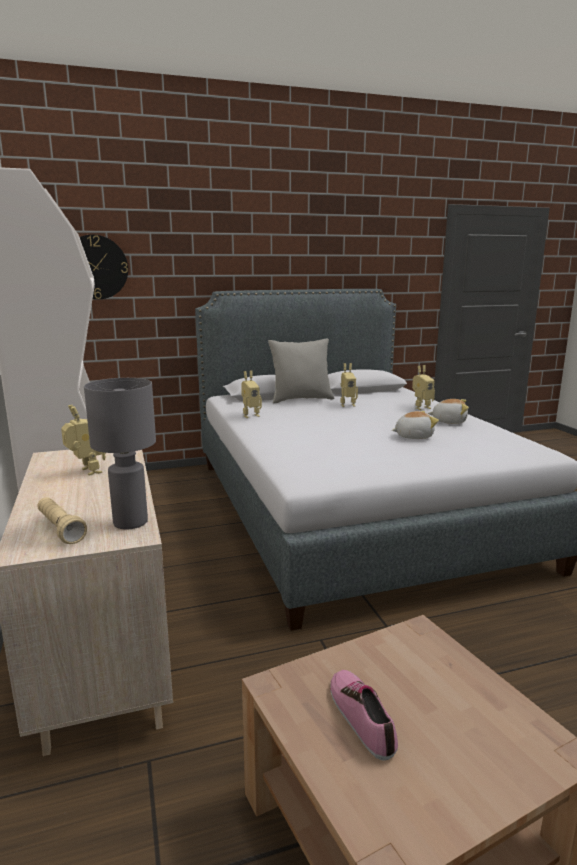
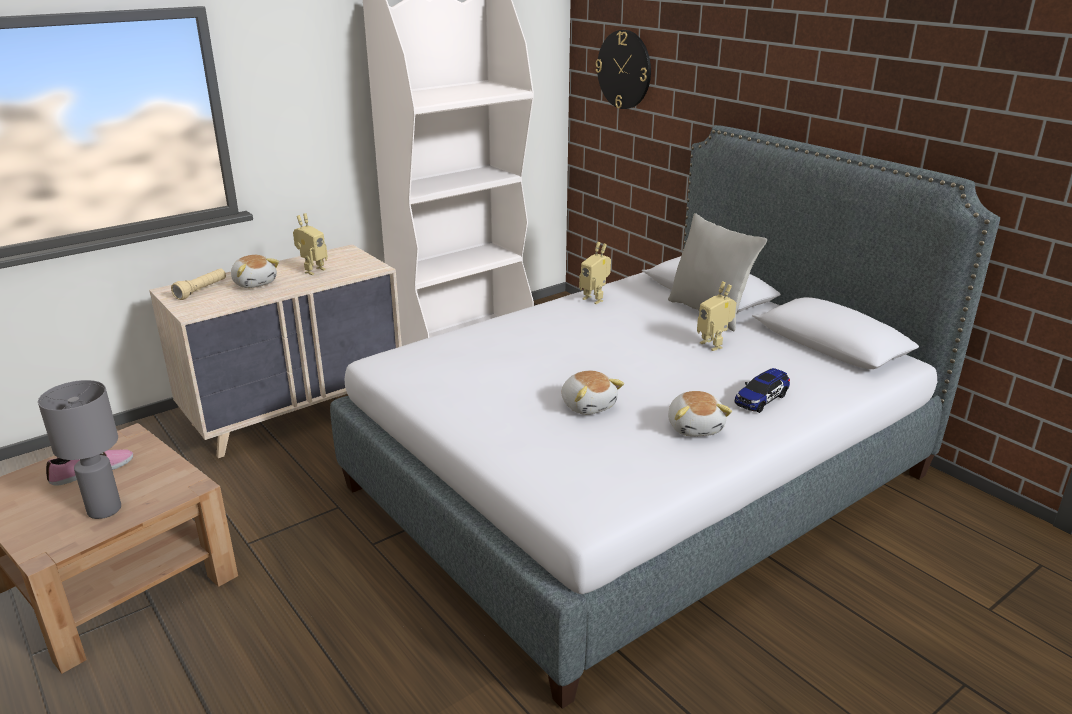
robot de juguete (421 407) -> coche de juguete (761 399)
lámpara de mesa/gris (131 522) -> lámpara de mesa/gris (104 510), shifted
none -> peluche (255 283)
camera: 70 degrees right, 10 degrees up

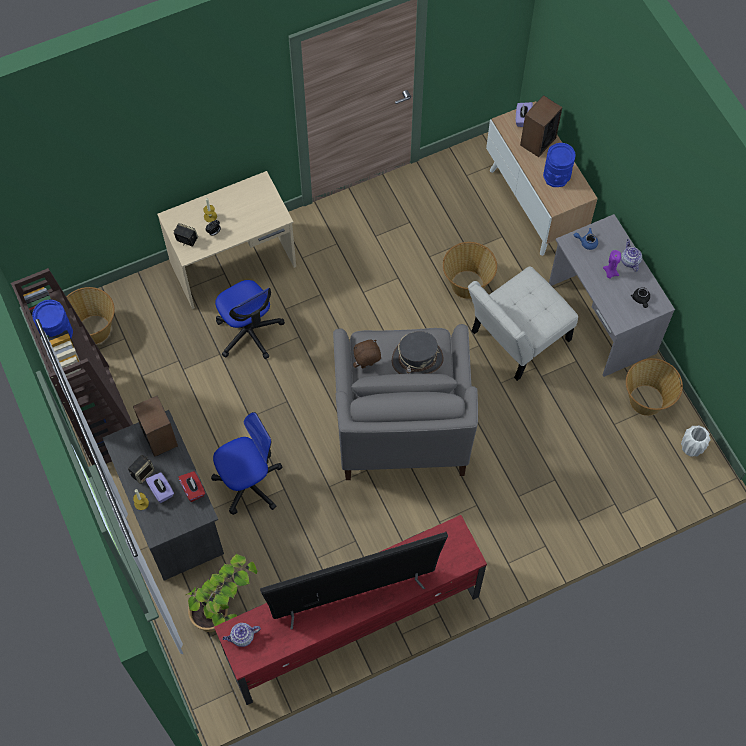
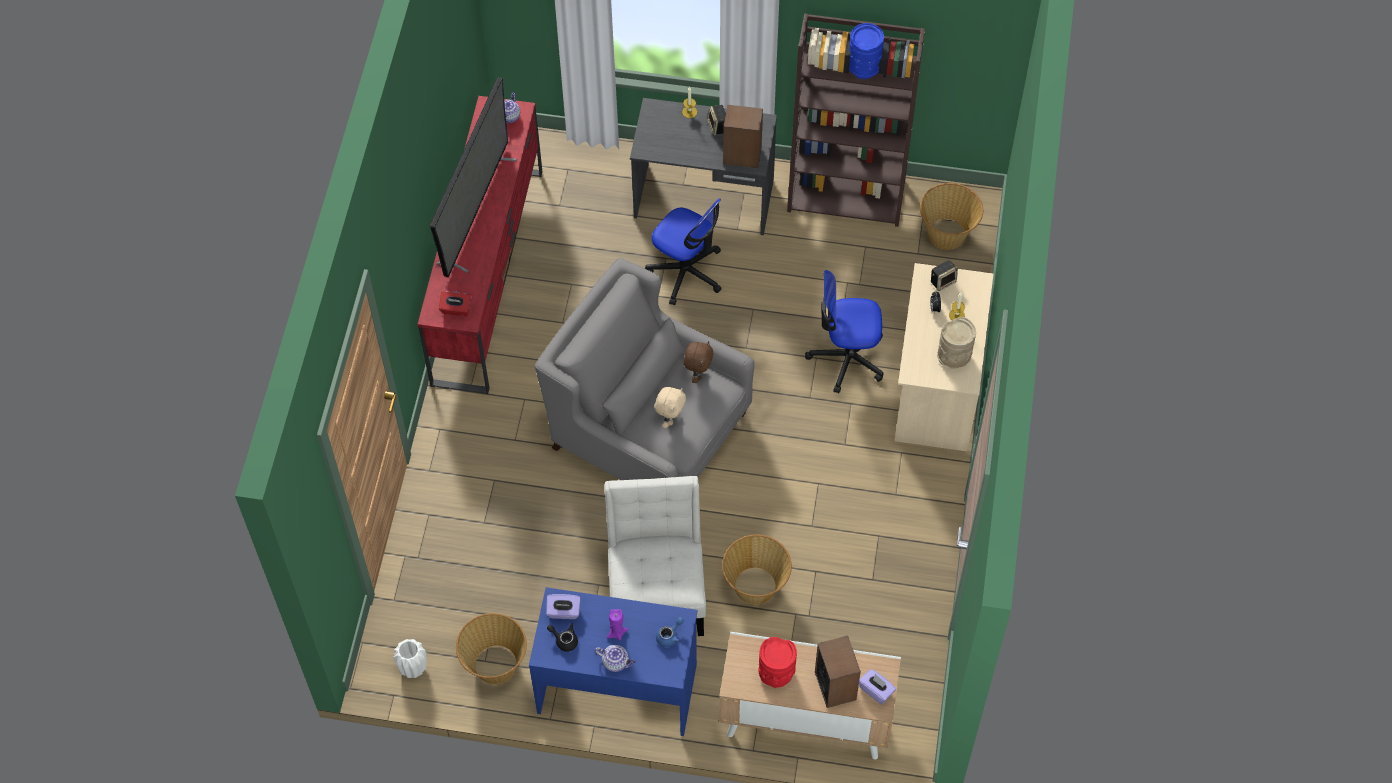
florero/azul (557 176) -> florero/rojo (776 673)
escritorio/gris (600 319) -> escritorio/azul (617 687)
sombrero/gris (417 359) -> peluche/beis (670 419)
silla de oficina (248 483) -> silla de oficina (686 272), 60 degrees counterclockwise
caja de pañuelos/rojo (193 489) -> caja de pañuelos/rojo (456 309), shifted
caja de pañuelos/morado (161 491) -> caja de pañuelos/morado (563 612), shifted
planta en maceta (224 609) -> none
none -> florero/beis (954 357)
camera: 125 degrees right, 5 degrees down

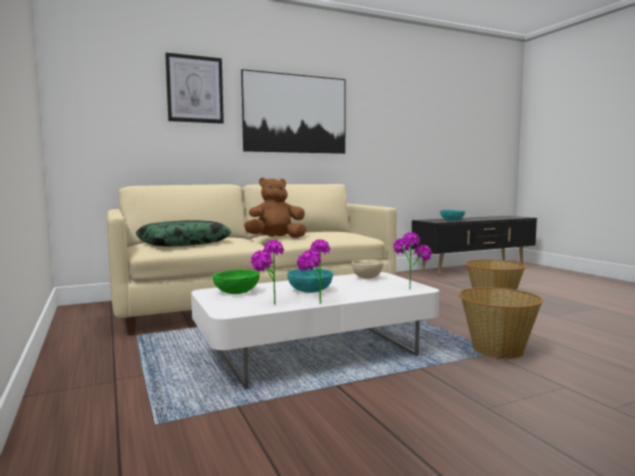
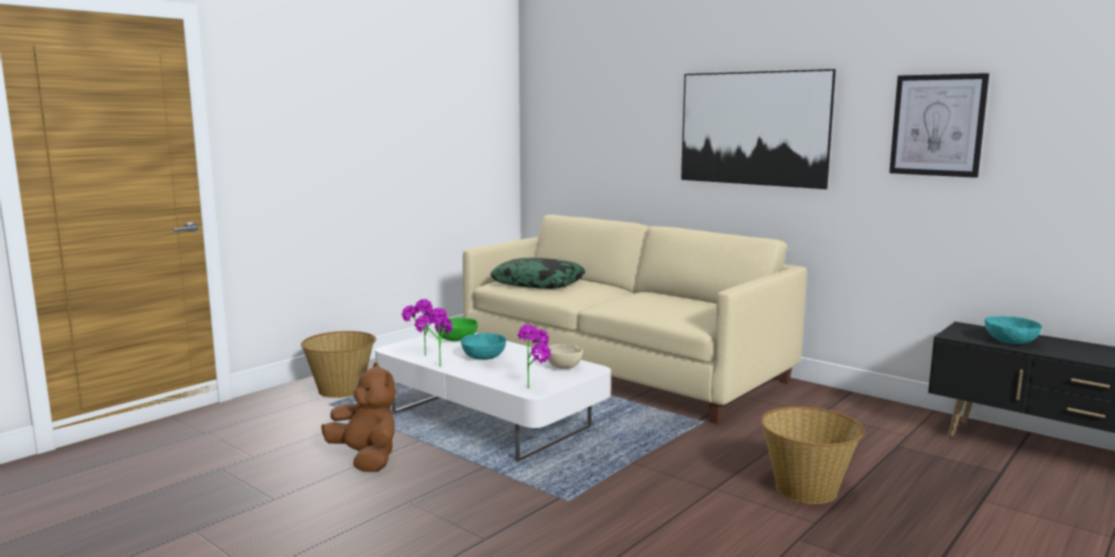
cuadro (195 89) -> cuadro (937 125), shifted
peluche/marrón (276 238) -> peluche/marrón (366 459), shifted
cesta (497 350) -> cesta (342 390), shifted
camera: 65 degrees right, 5 degrees up

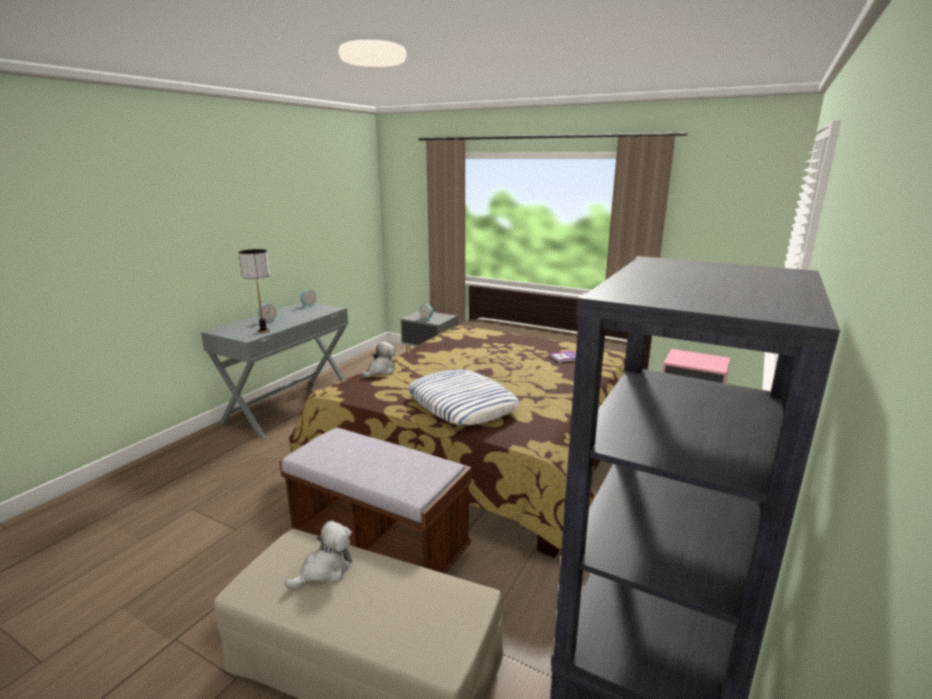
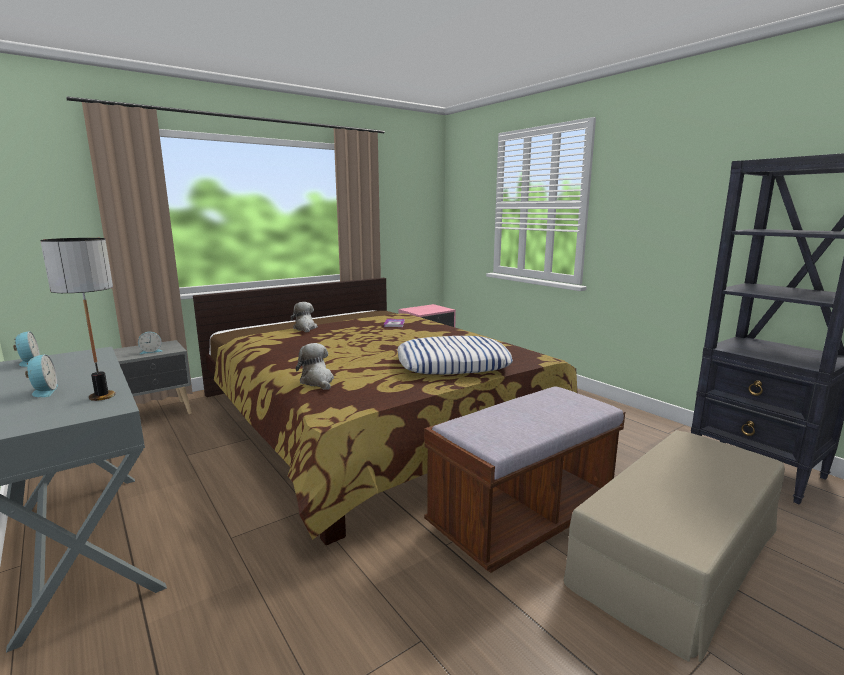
peluche (325 570) -> peluche (305 328), shifted
camera: 65 degrees left, 5 degrees down

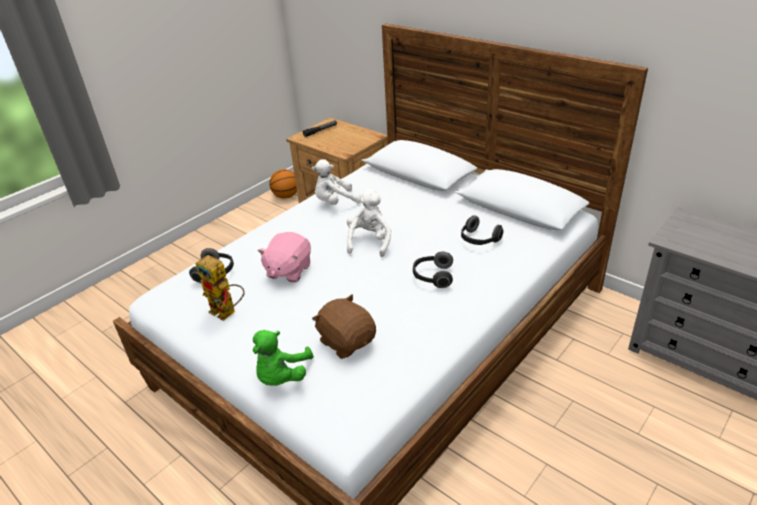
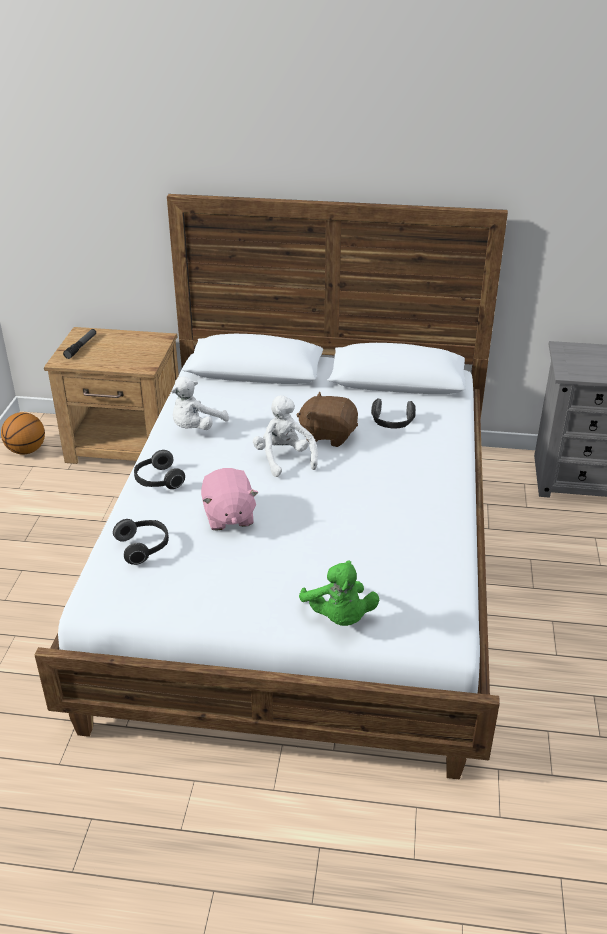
auriculares (432 277) -> auriculares (158 481), shifted
robot de juguete (228 312) -> none
peluche/marrón (347 341) -> peluche/marrón (328 435), shifted
camera: 35 degrees left, 0 degrees up

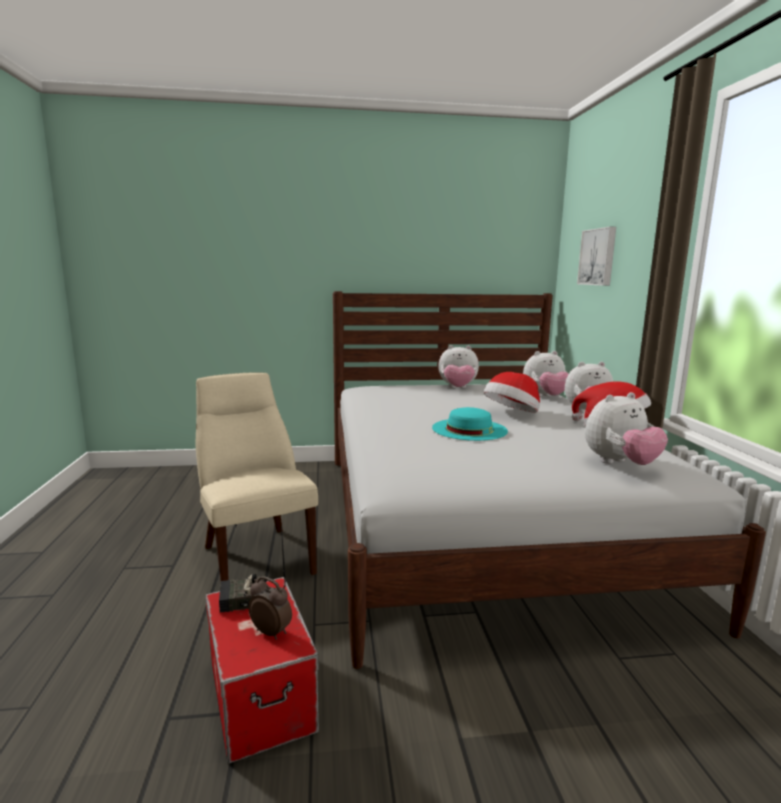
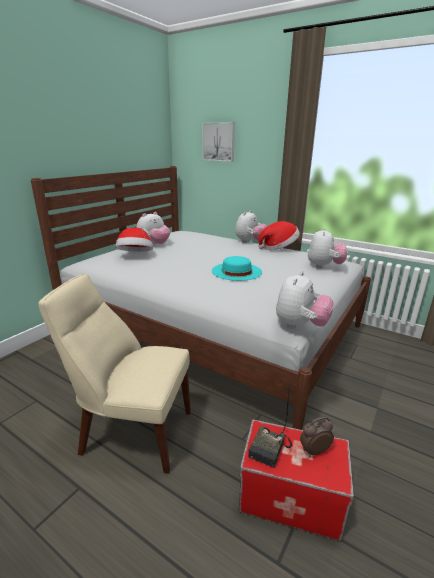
peluche (545 397) -> peluche (300 326), shifted
sombrero (512 414) -> sombrero (136 255), shifted
camera: 50 degrees left, 10 degrees up

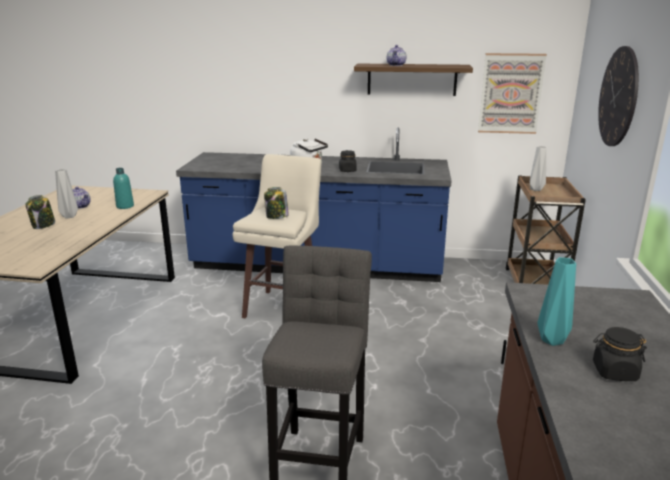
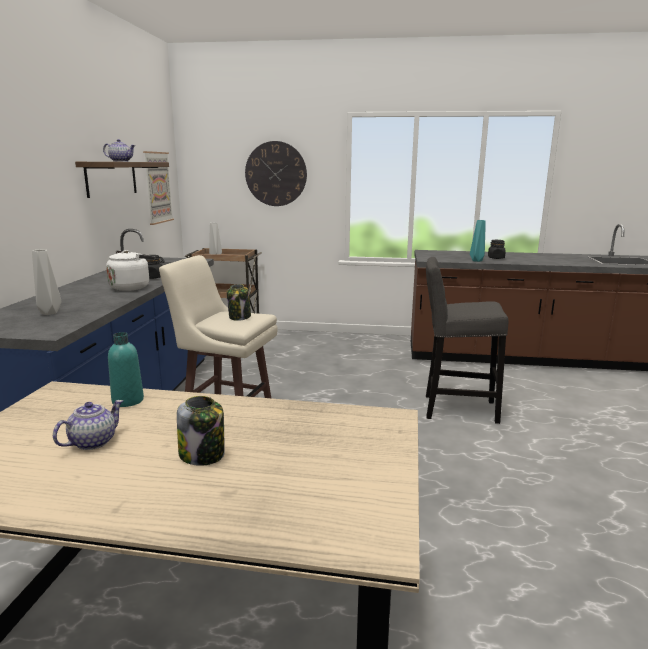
florero/gris (68 216) -> florero/gris (50 313), shifted
camera: 90 degrees left, 5 degrees down

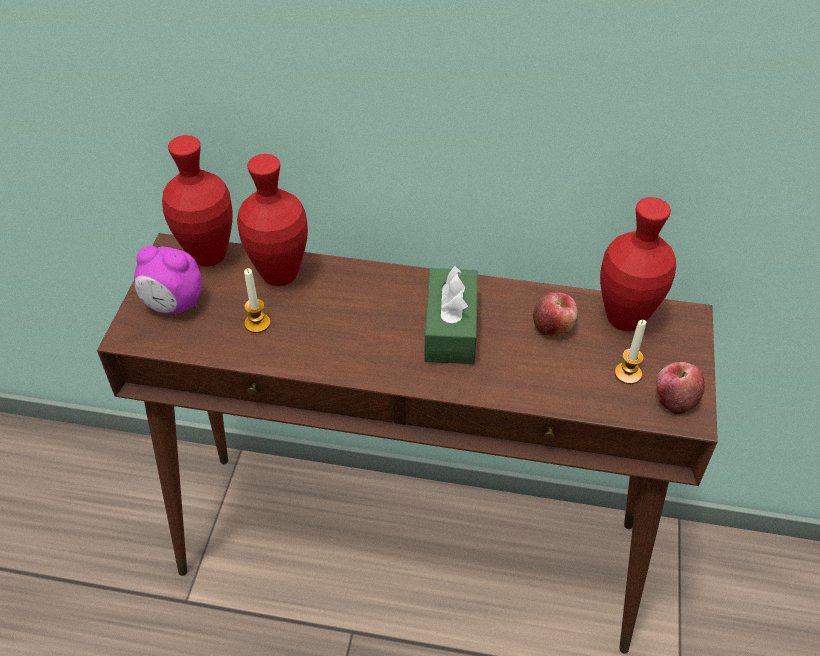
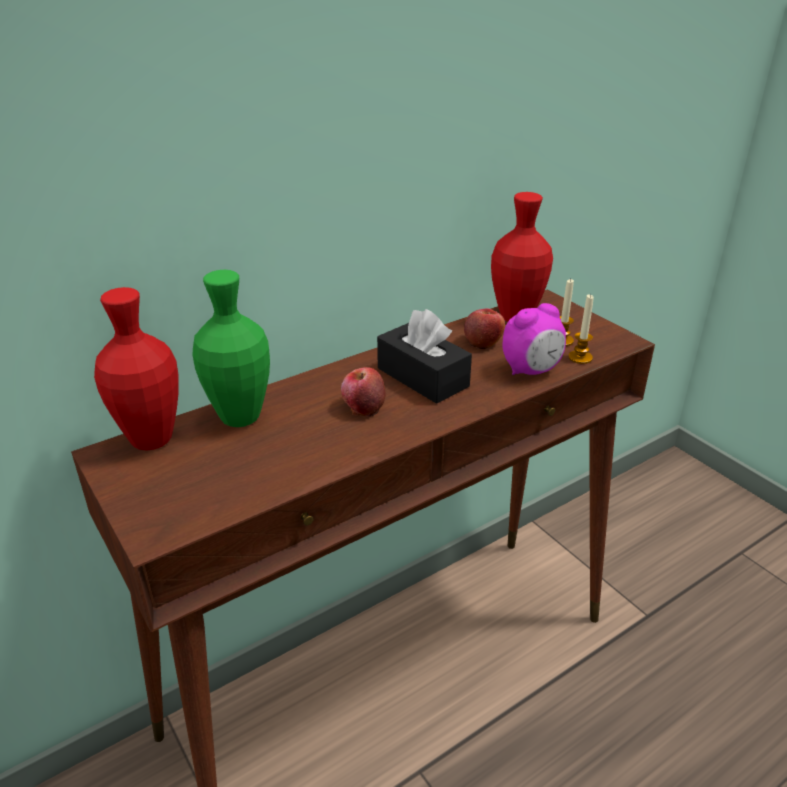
florero/rojo (280 275) -> florero/verde (240 417)
despertador (173 305) -> despertador (531 370), shifted
caja de pañuelos/verde (450 328) -> caja de pañuelos/negro (422 377)
vela (257 323) -> vela (580 357), shifted
manzana (675 399) -> manzana (363 407), shifted
camera: 45 degrees left, 15 degrees down

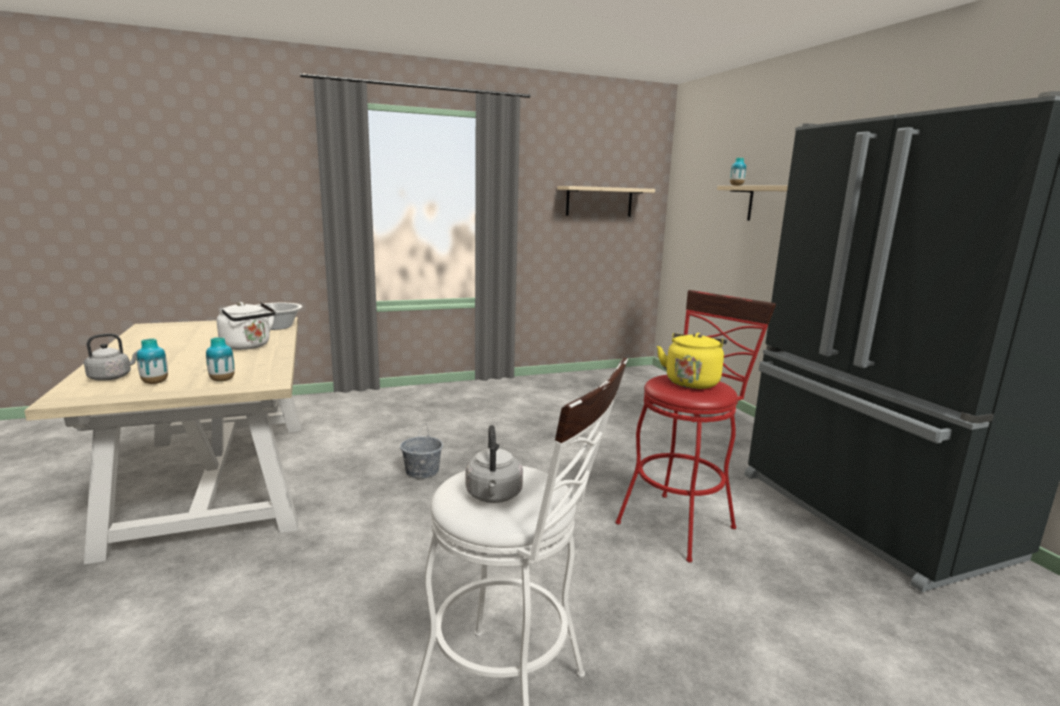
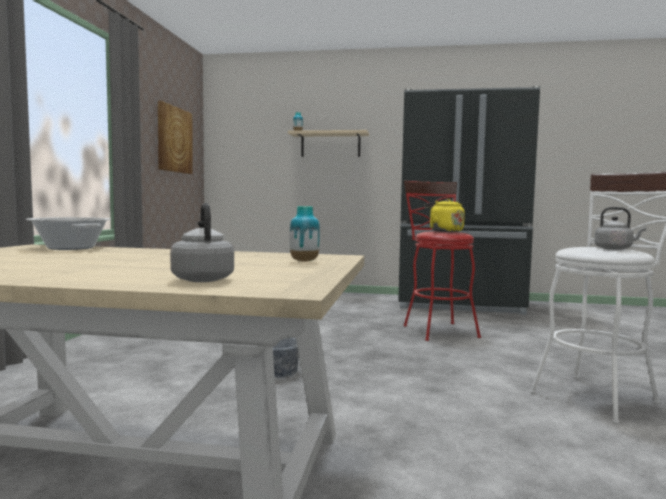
estante/beis (599 201) -> cuadro (174 139)
hervidor/blanco (248 346) -> none
florero (155 383) -> none
camera: 60 degrees left, 10 degrees down

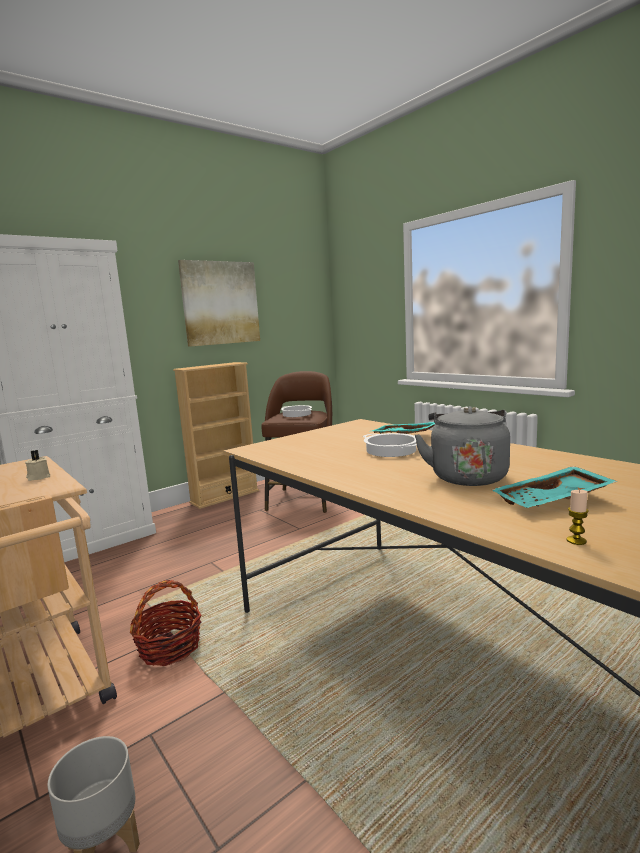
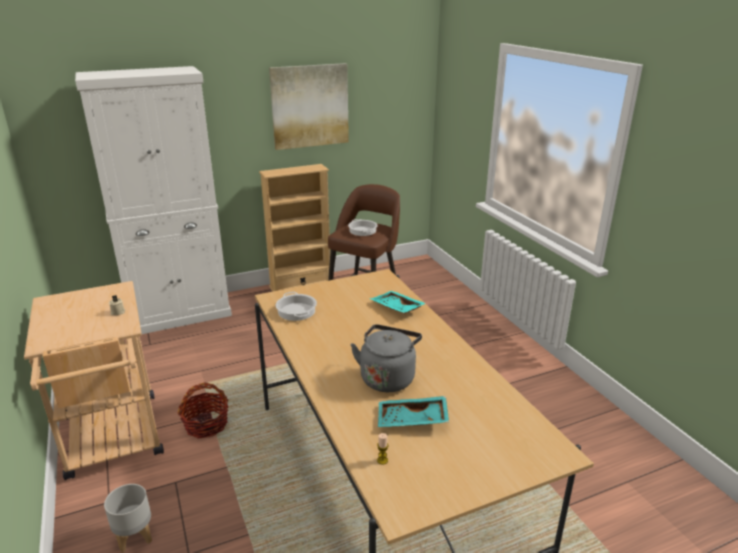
olla (391 450) -> olla (297 311), shifted
camera: 15 degrees right, 15 degrees up

